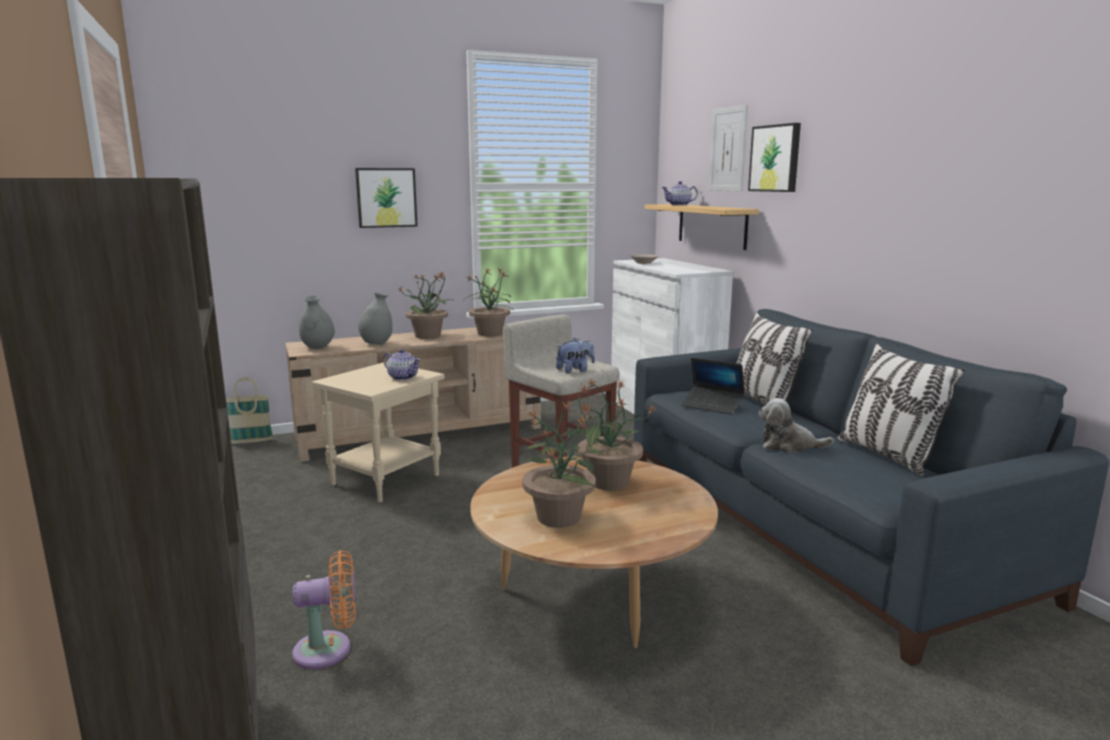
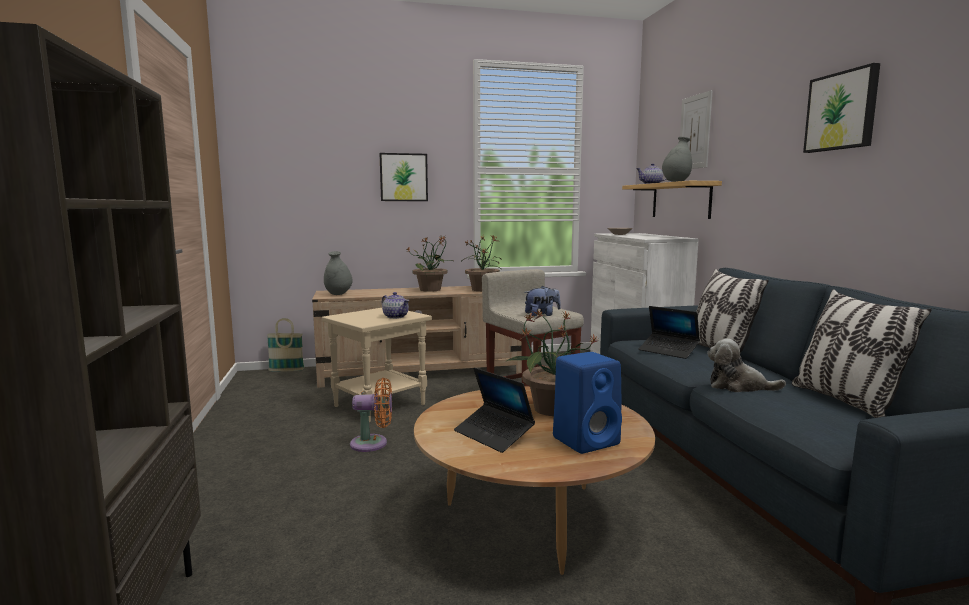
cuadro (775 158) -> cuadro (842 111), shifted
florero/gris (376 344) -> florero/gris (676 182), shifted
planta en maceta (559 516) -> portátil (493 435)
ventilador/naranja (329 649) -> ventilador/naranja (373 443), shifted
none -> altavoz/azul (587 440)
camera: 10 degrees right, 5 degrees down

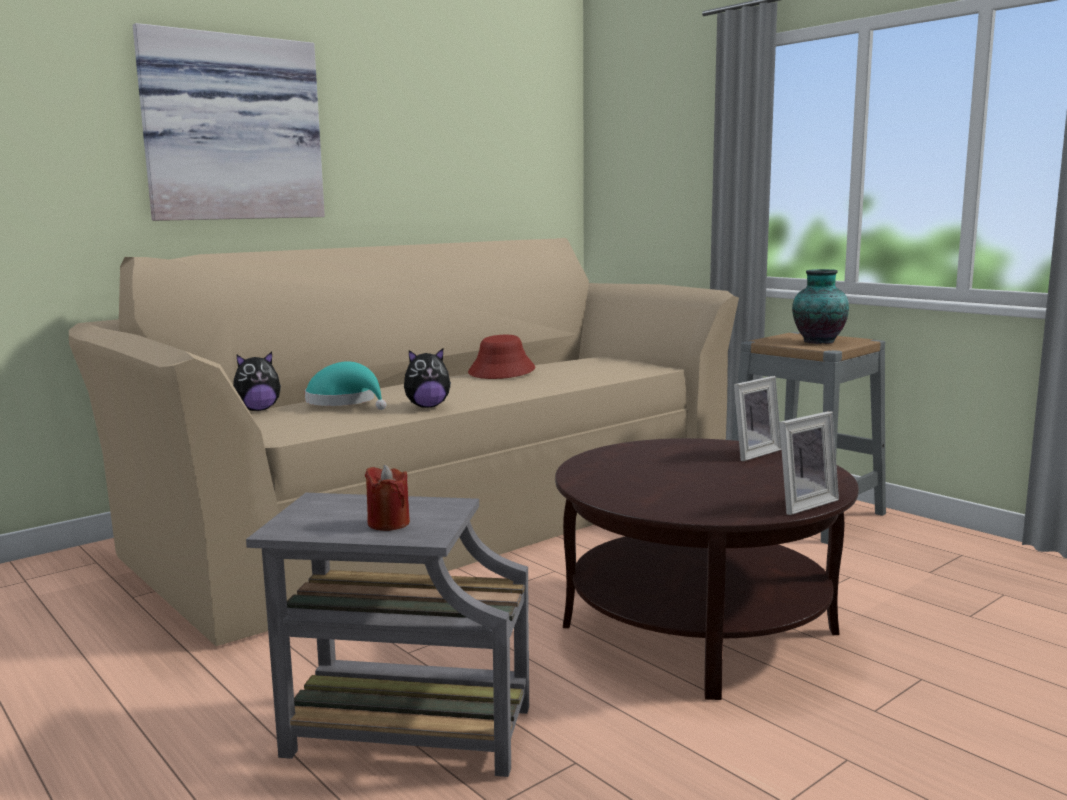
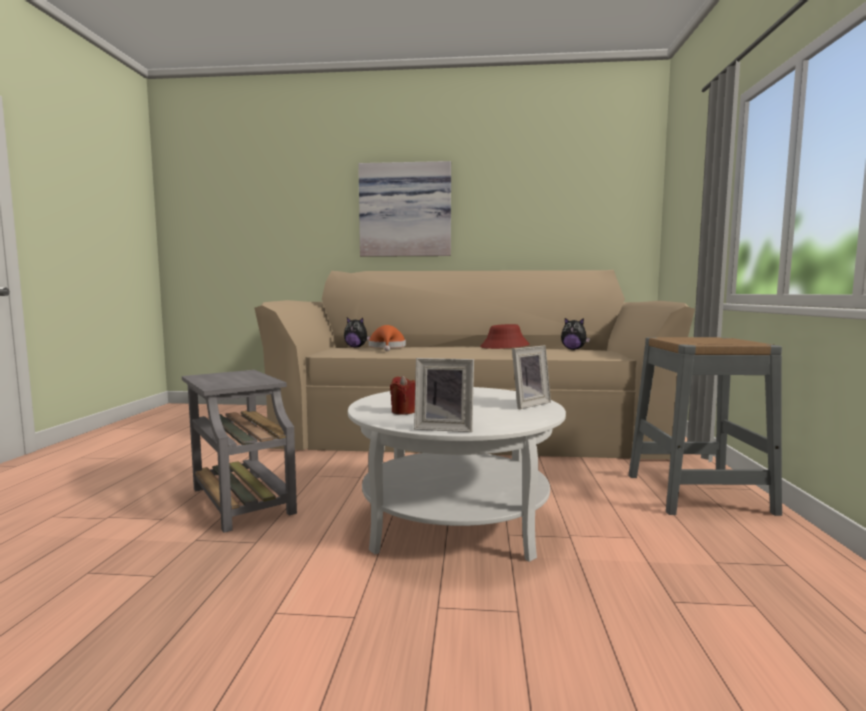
florero (817 342) -> none
peluche (427 406) -> peluche (573 349), shifted
sombrero/turquesa (345 402) -> sombrero/naranja (387 347)
portarretratos (751 453) -> portarretratos (527 404), 45 degrees counterclockwise
mesa de centro/marrón (698 628) -> mesa de centro/blanco (455 520)
vela/rojo (388 523) -> vela/rojo (403 411), shifted
camera: 45 degrees right, 5 degrees down

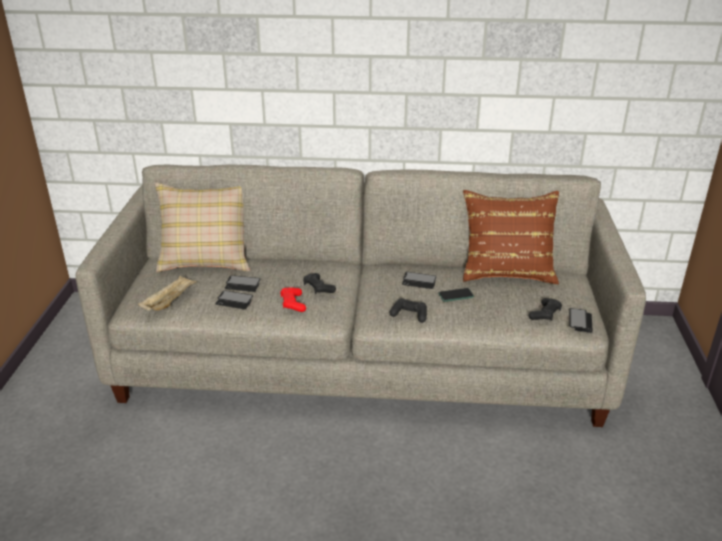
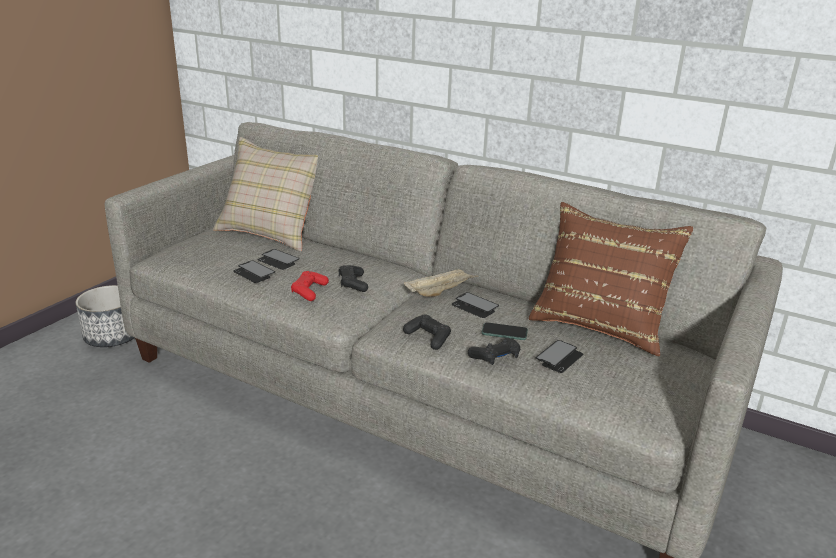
bandeja/beis (169 302) -> bandeja/beis (440 291), shifted
mando de consola/negro (545 314) -> mando de consola/negro (495 357), shifted
móvil (580 321) -> móvil (559 358), shifted
none -> maceta (113 336)
camera: 25 degrees right, 5 degrees down

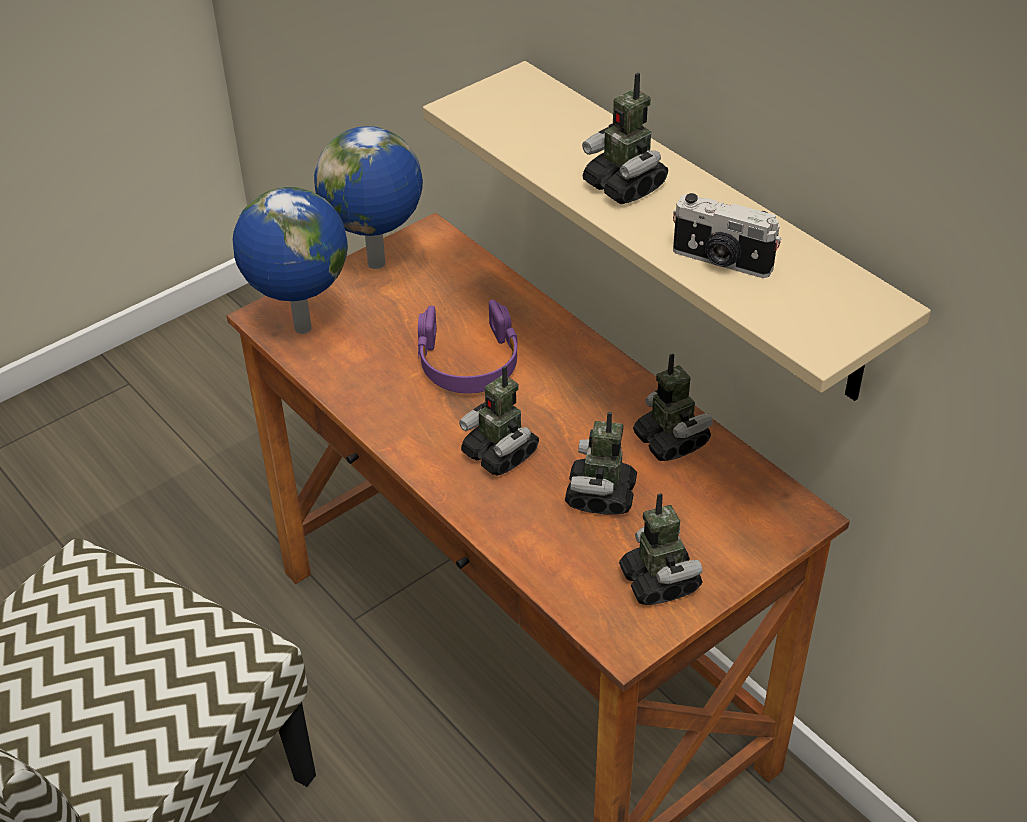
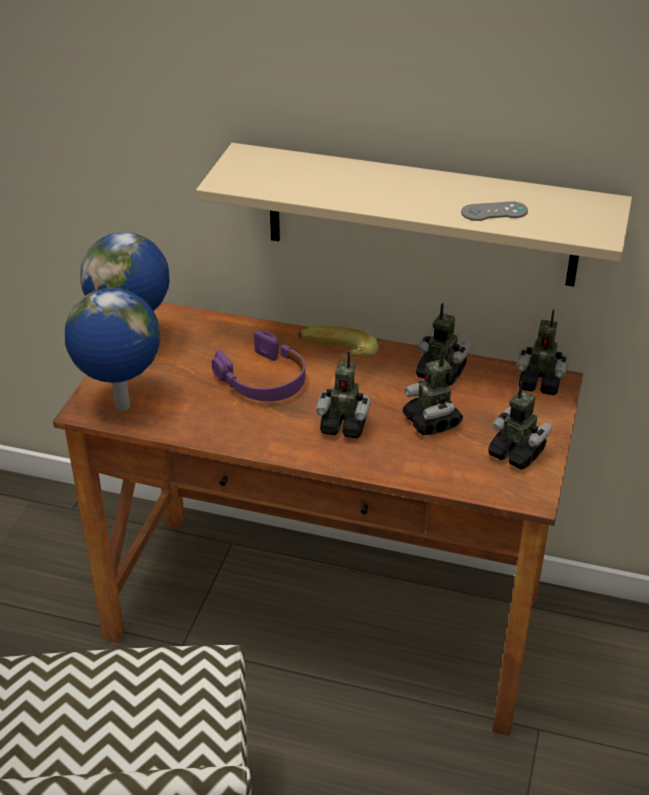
robot de juguete (624 186) -> robot de juguete (539 383), shifted
cámara (721 261) -> mando de consola/gris (494 212)
none -> plátano (334 363)
camera: 35 degrees left, 5 degrees down

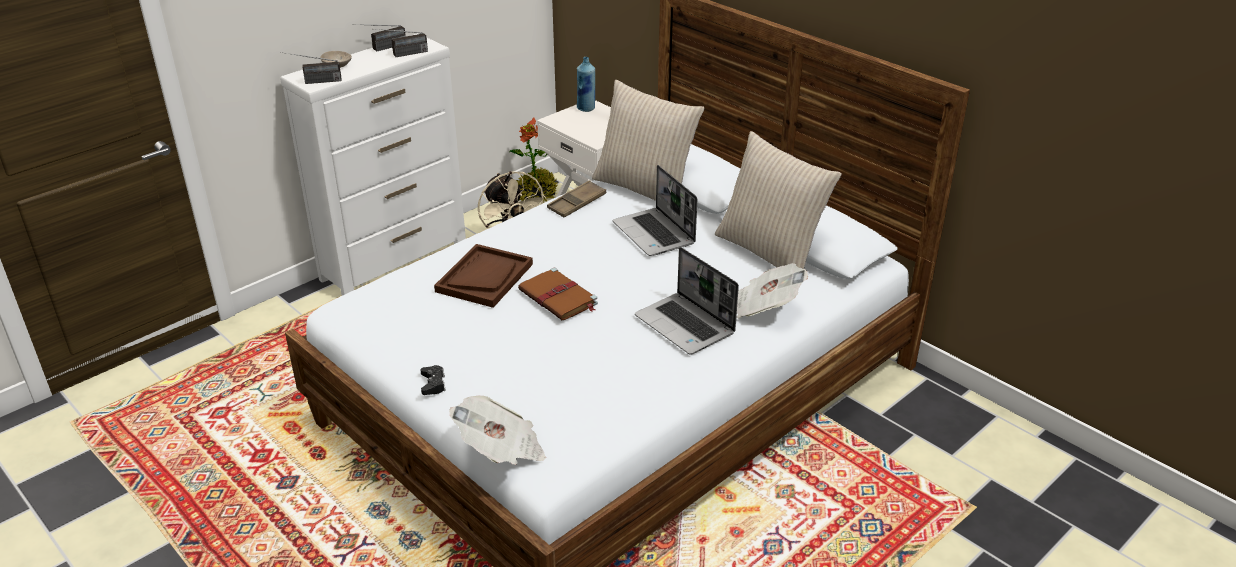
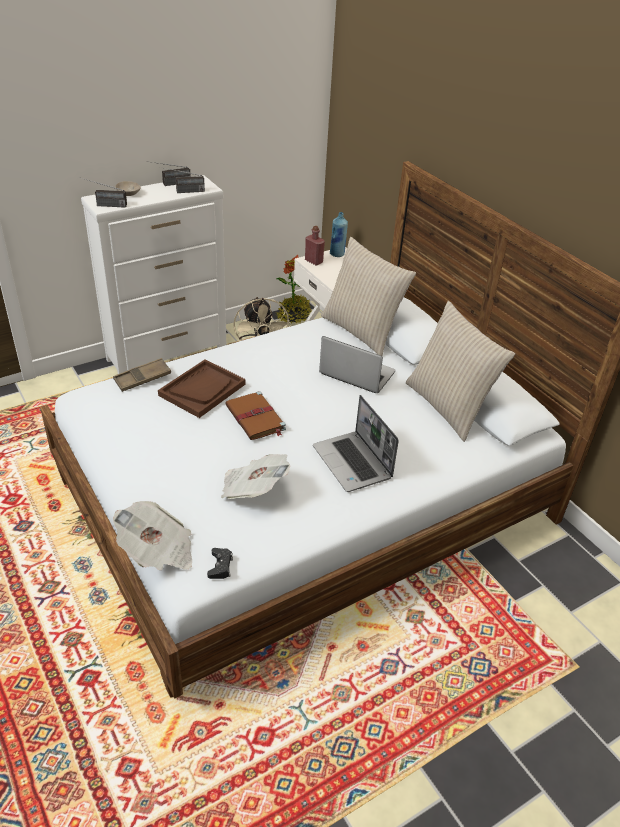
portátil (655 234) -> portátil (356 374), 135 degrees clockwise
bandeja/marrón (577 203) -> bandeja/marrón (142 378), shifted
periódico (763 307) -> periódico (253 489), shifted
mando de consola/negro (433 384) -> mando de consola/negro (220 566), shifted
none -> botella/rojo (313 261)
camera: 10 degrees right, 5 degrees up

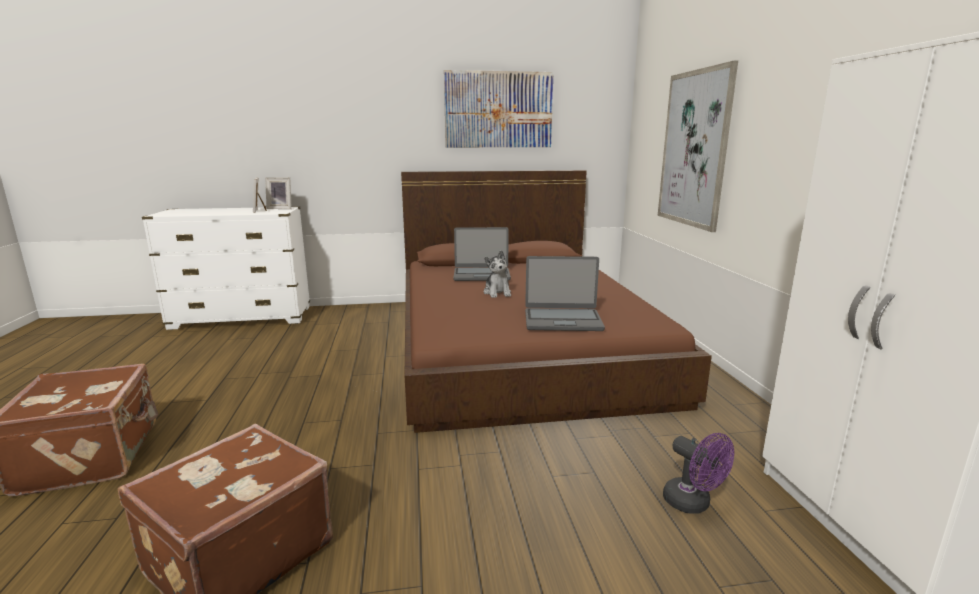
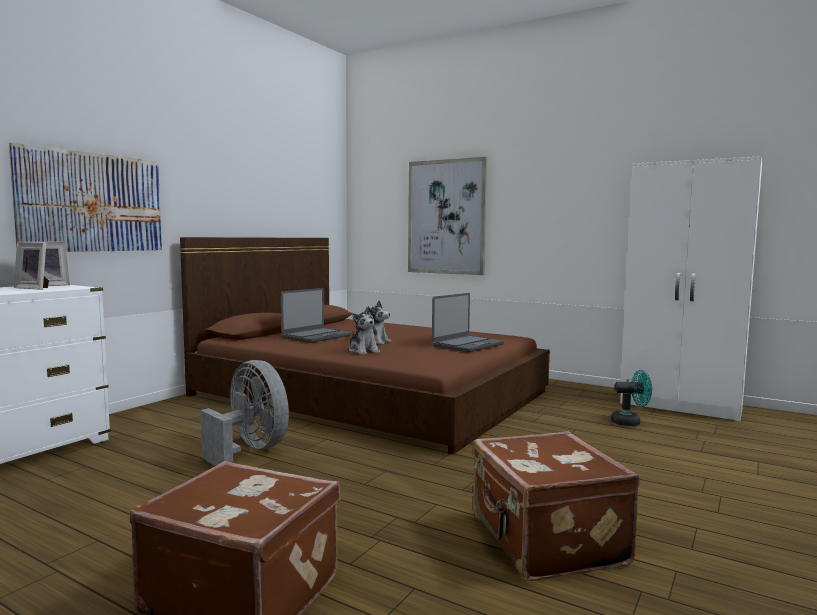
cuadro (498 110) -> cuadro (92 202), shifted
ventilador/morado (693 504) -> ventilador/turquesa (630 422)
none -> peluche (363 351)
none -> ventilador/gris (250 451)
camera: 50 degrees left, 10 degrees down

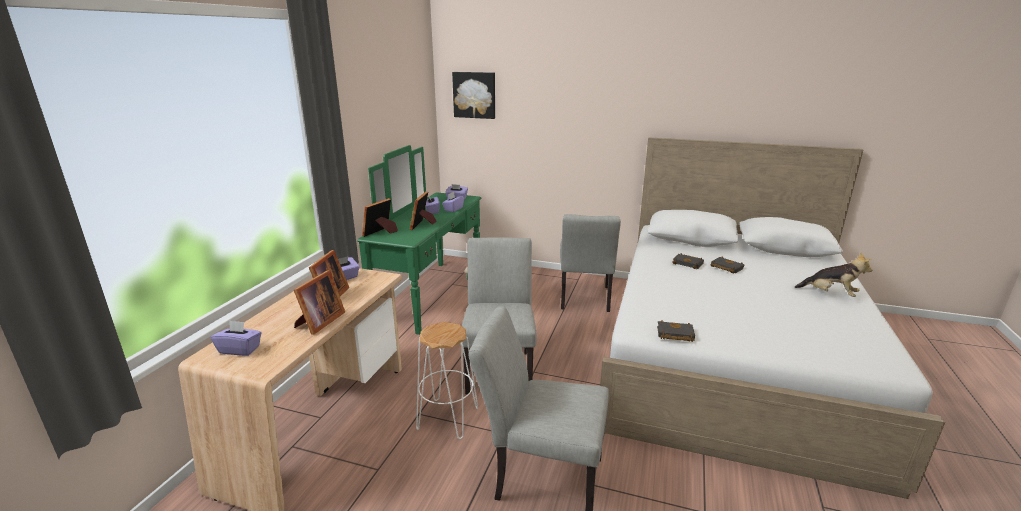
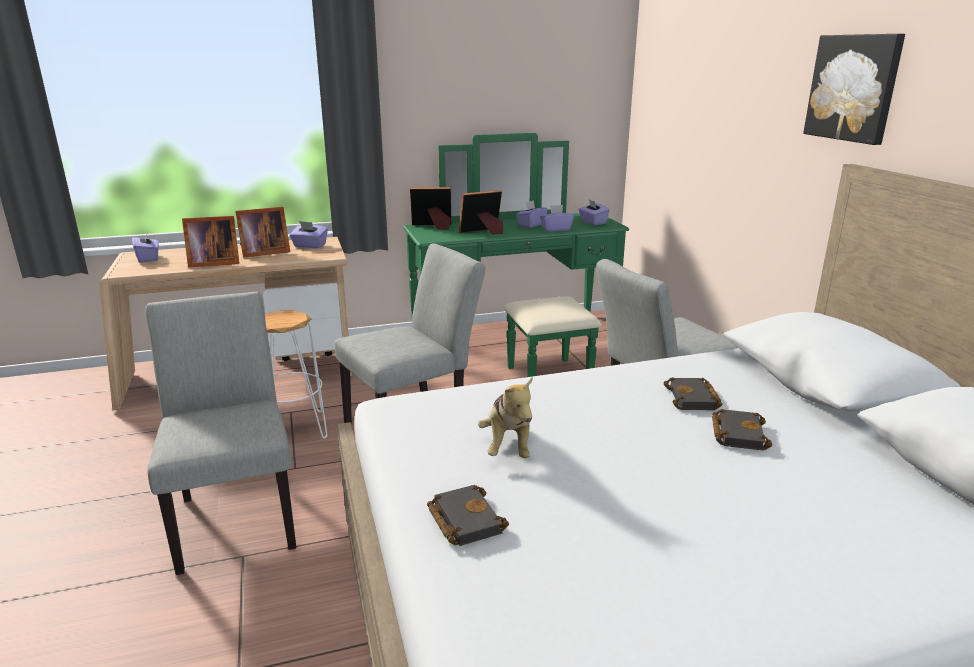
cuadro (474 95) -> cuadro (854 88), shifted
peluche (830 294) -> peluche (508 445), shifted
libro/negro (674 335) -> libro/negro (463 520), shifted
camera: 55 degrees right, 0 degrees up

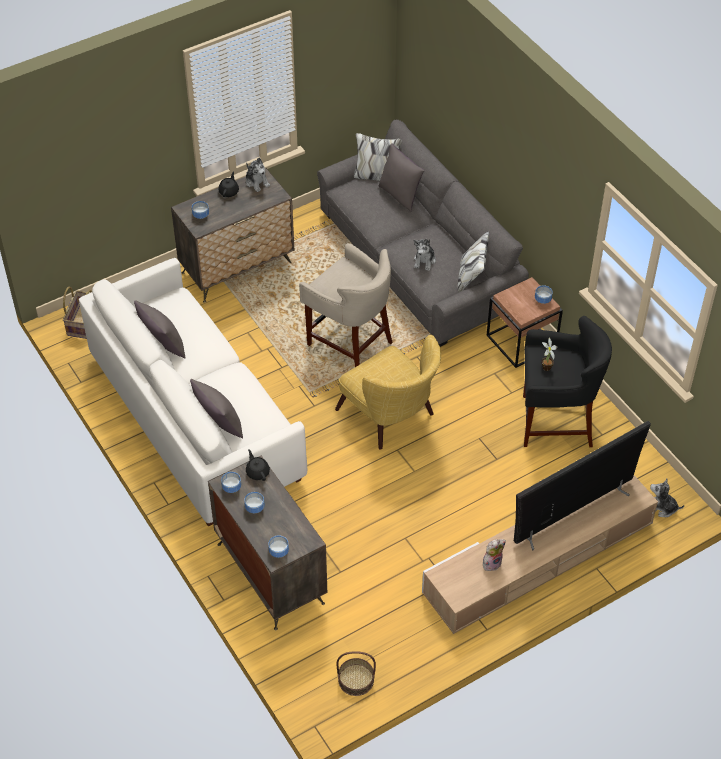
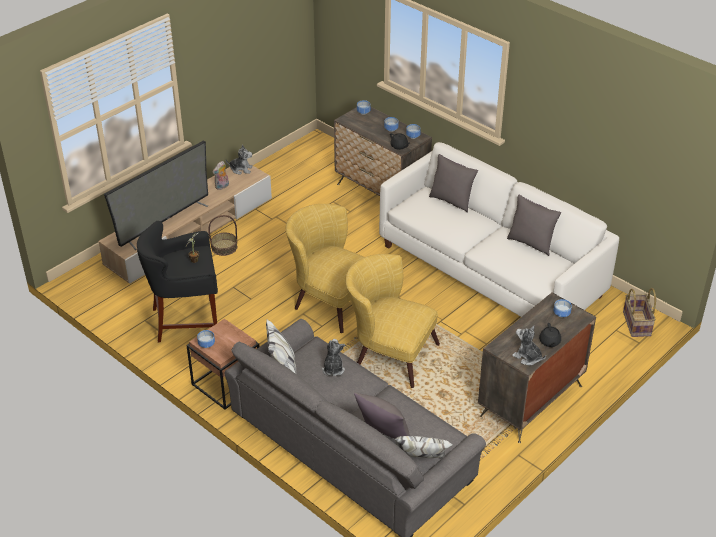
taburete/beis (350 342) -> sillón/amarillo (388 353)
peluche (662 508) -> peluche (241 169), shifted
cesta (356 680) -> cesta (224 247), shifted
camera: 165 degrees right, 10 degrees down

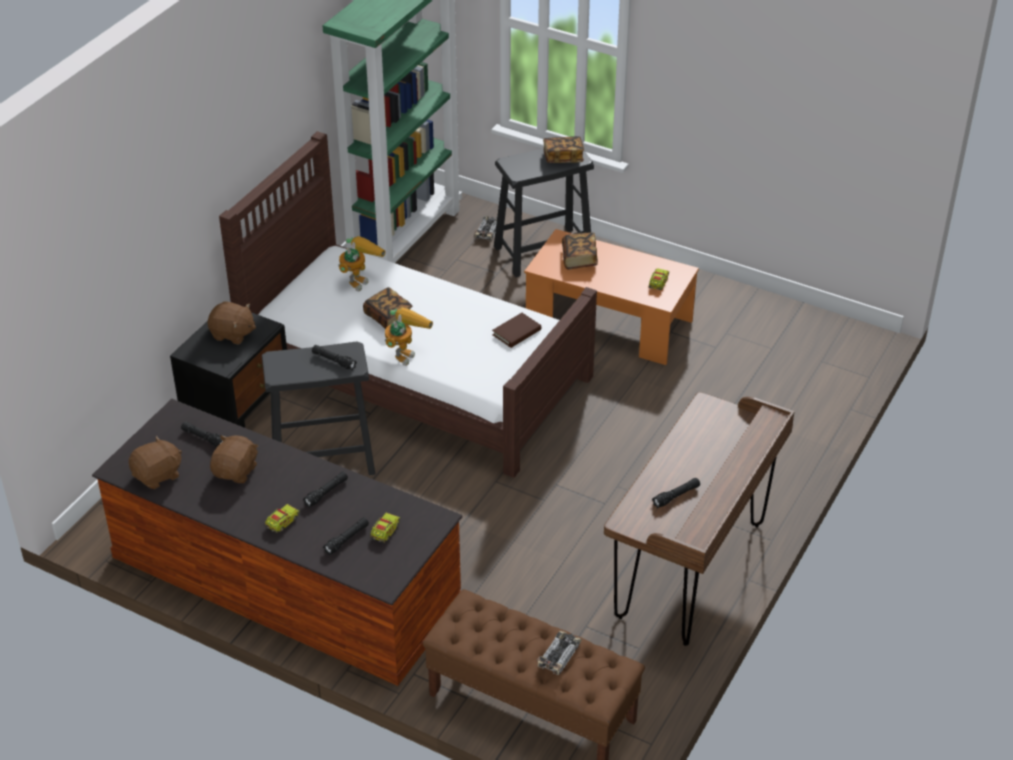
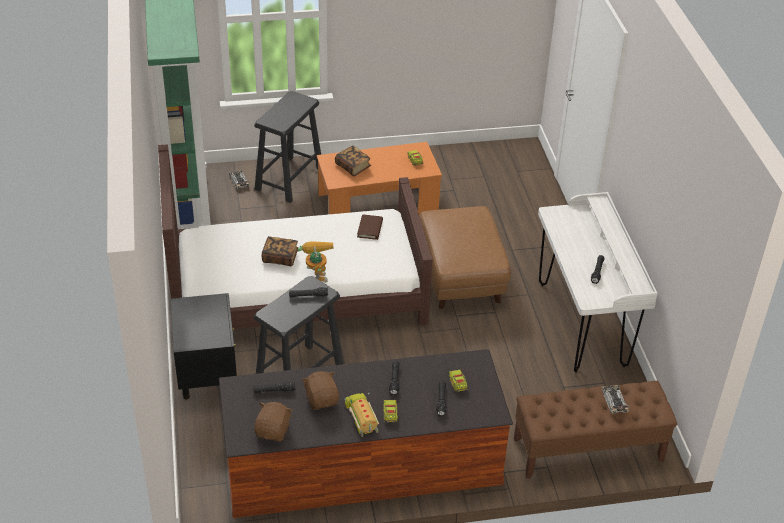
libro (563 158) -> none
robot de juguete (359 279) -> none
peluche/marrón (232 334) -> none
escritorio/marrón (691 571) -> escritorio/blanco (582 324)
none -> puf/marrón (460 276)
none -> camión de juguete (362 417)
camera: 40 degrees left, 0 degrees up

